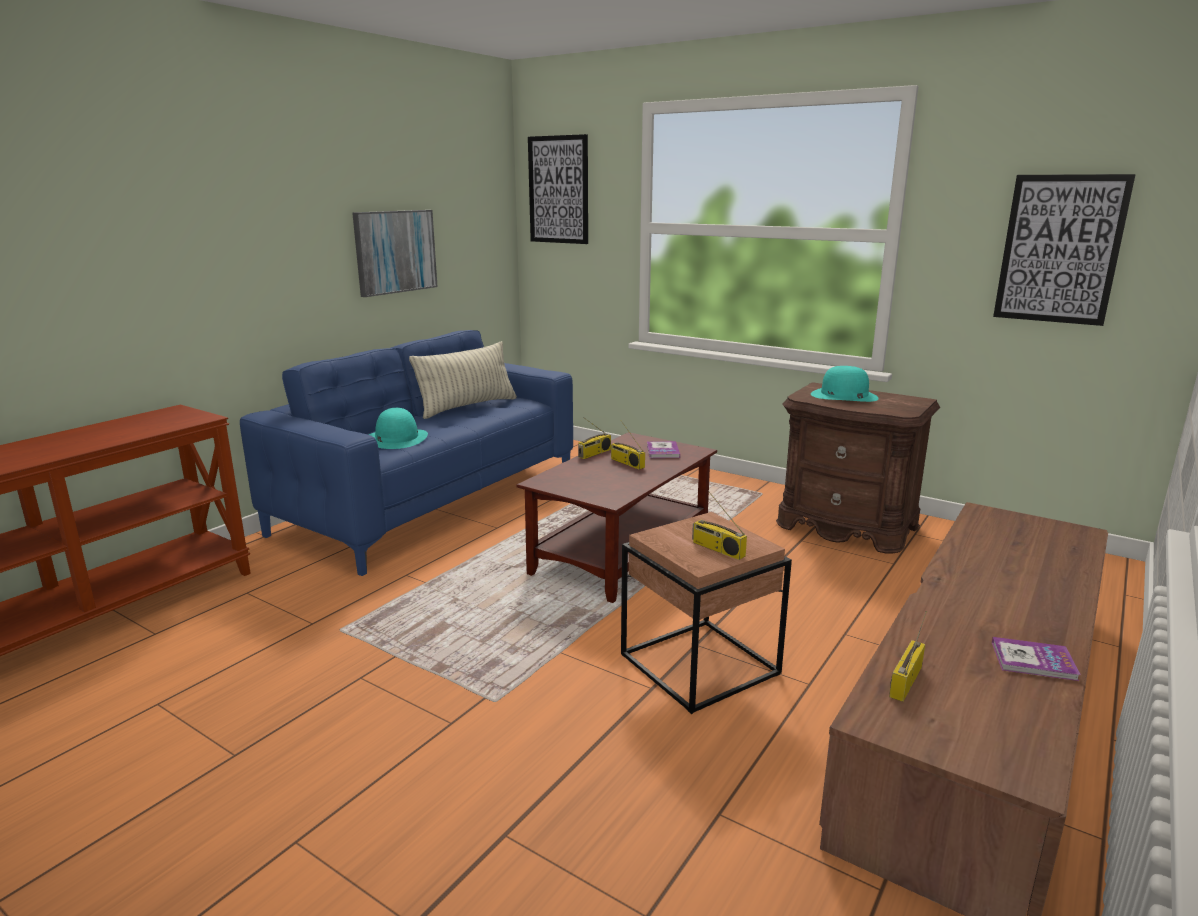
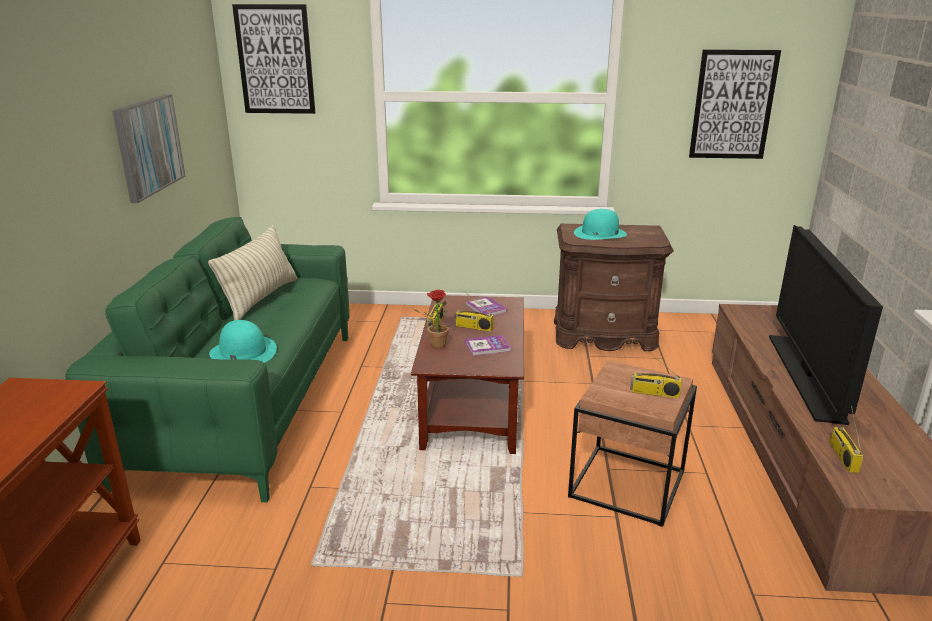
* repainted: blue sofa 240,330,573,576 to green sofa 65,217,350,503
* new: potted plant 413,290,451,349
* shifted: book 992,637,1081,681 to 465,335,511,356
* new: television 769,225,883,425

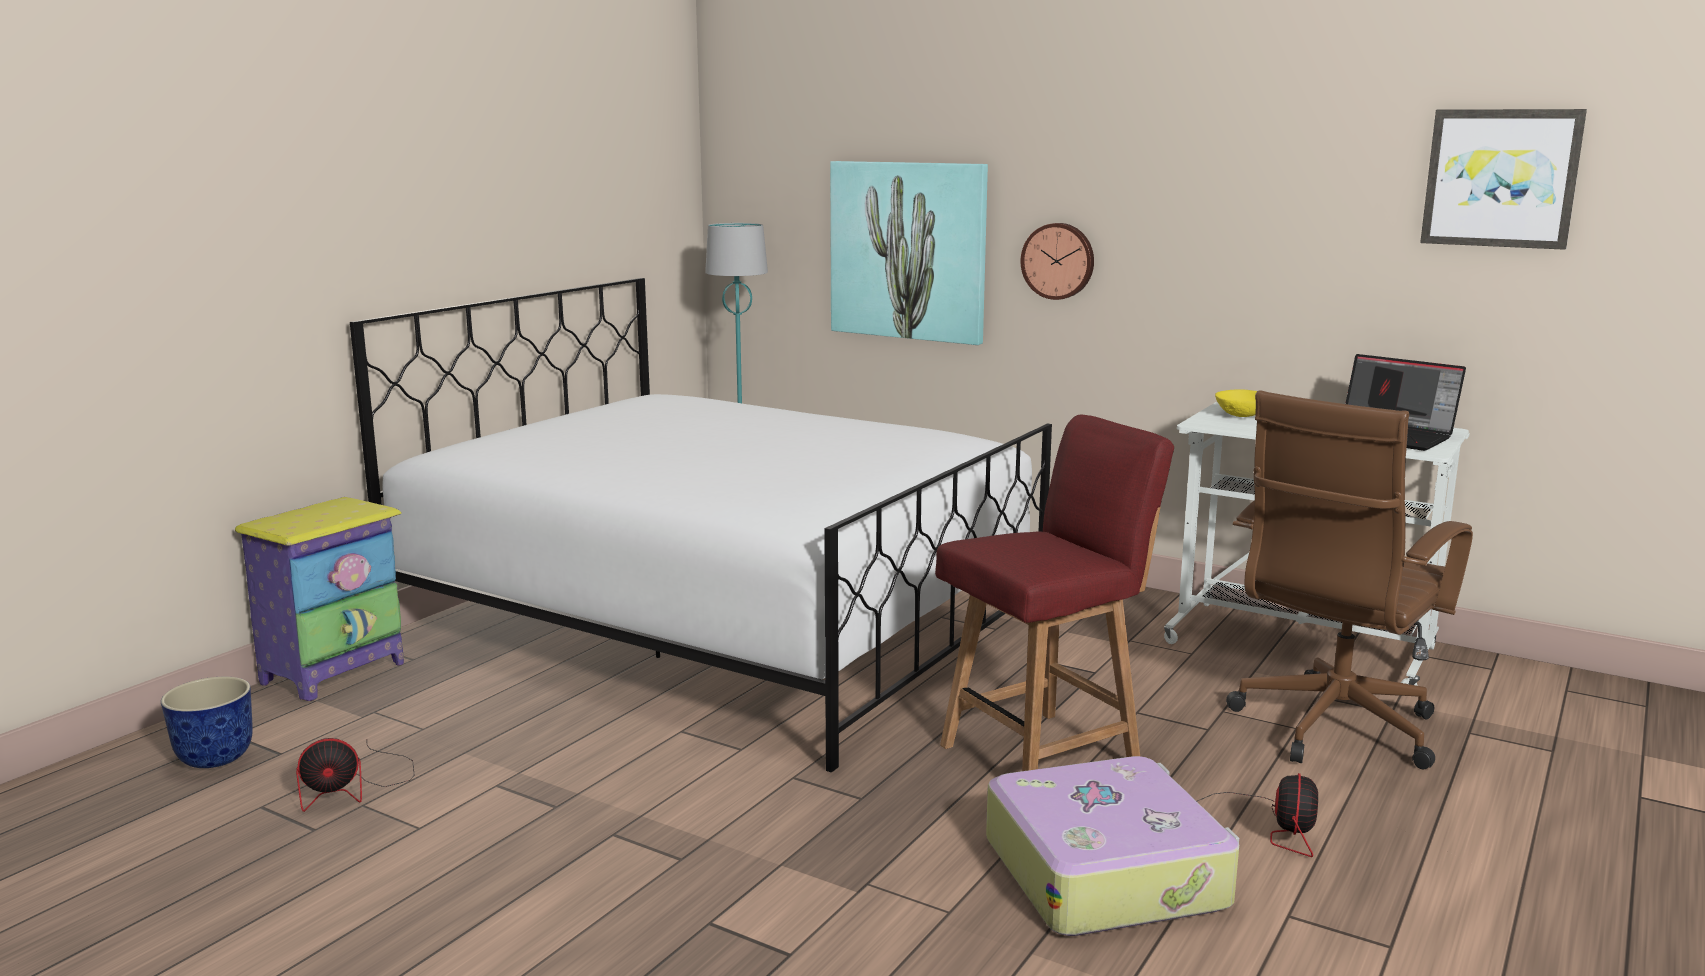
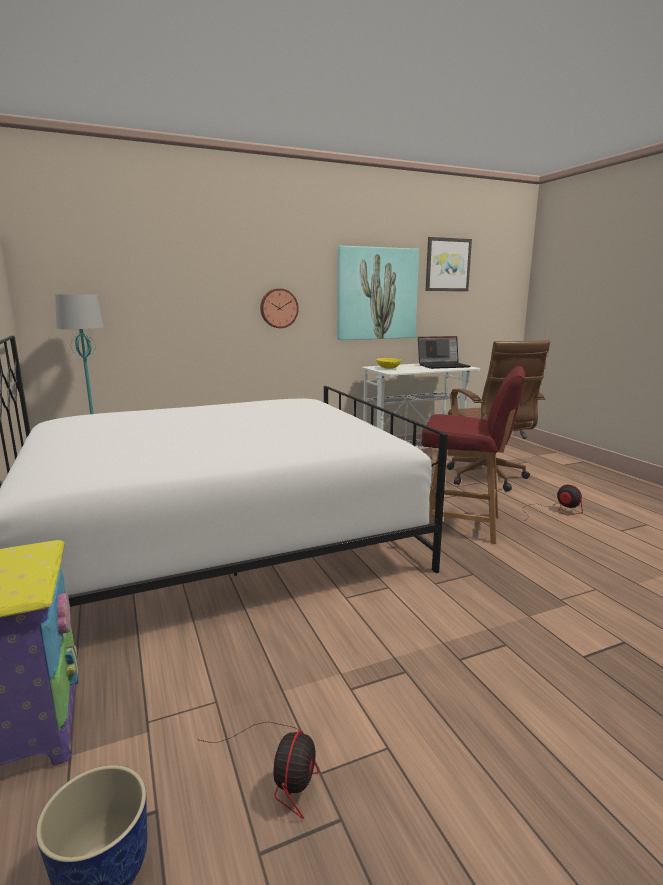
* shifted: picture 830,161,988,345 to 337,246,419,340
* rotated: red chair 935,415,1174,771 = 421,366,525,544 105 degrees clockwise
* gone: suitcase 986,756,1239,936

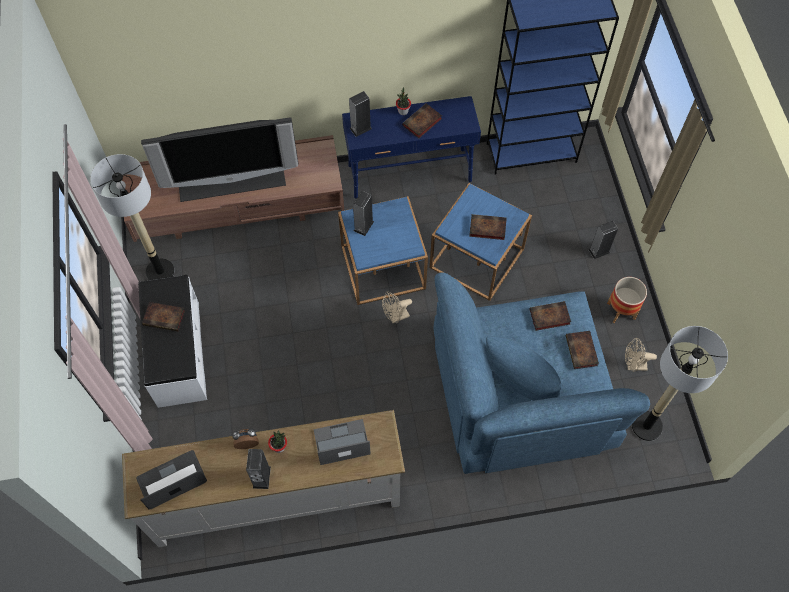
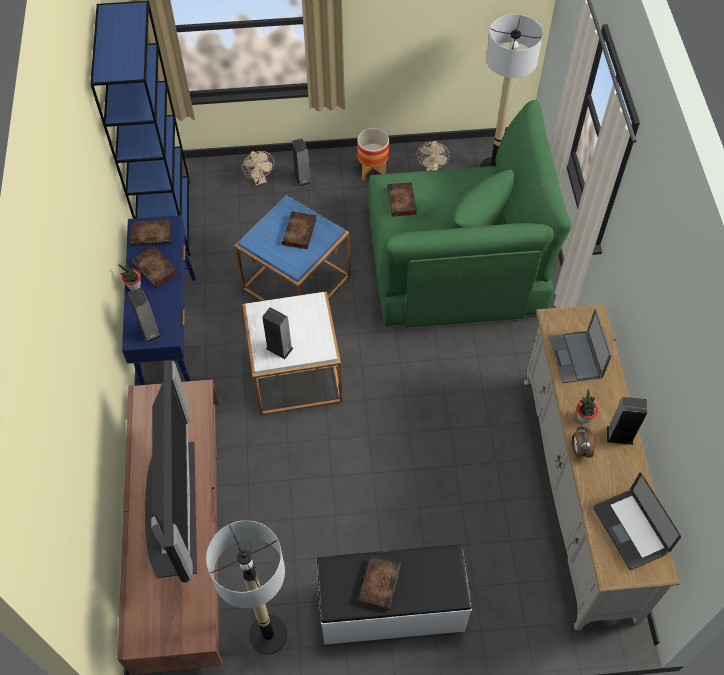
* shifted: book 566,331,599,369 to 130,220,172,246
* shifted: beige fan 382,291,412,323 to 242,151,275,185
* repainted: blue side table 338,196,428,305 to white side table 243,291,343,415
* repainted: blue sofa 434,272,650,474 to green sofa 368,100,571,328

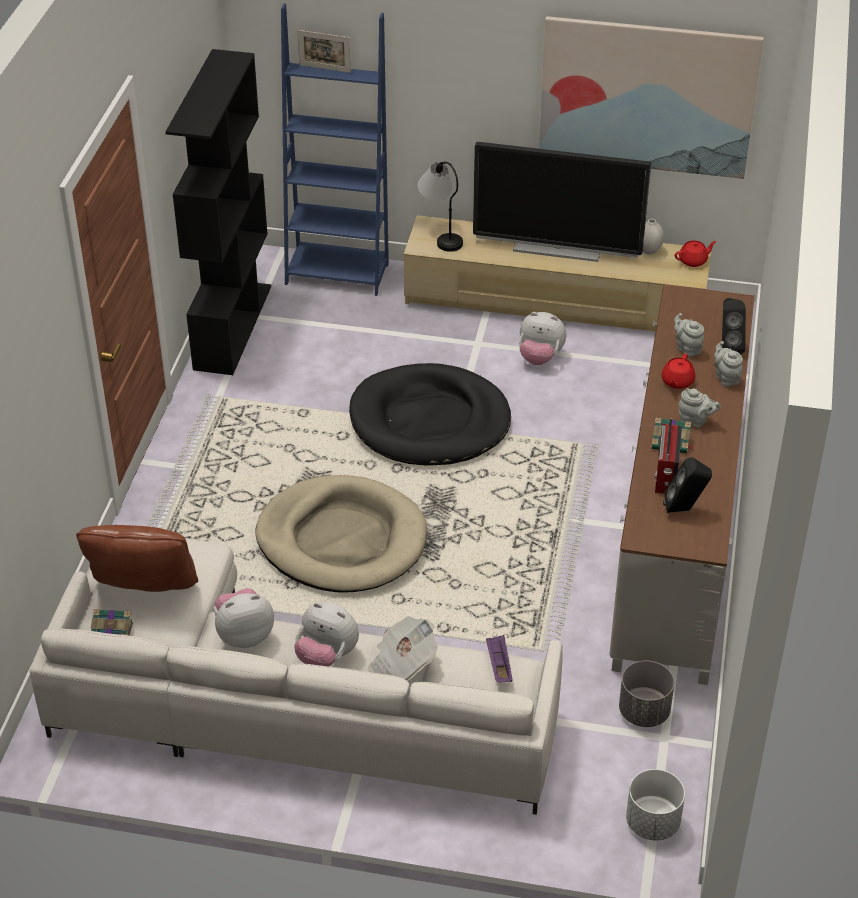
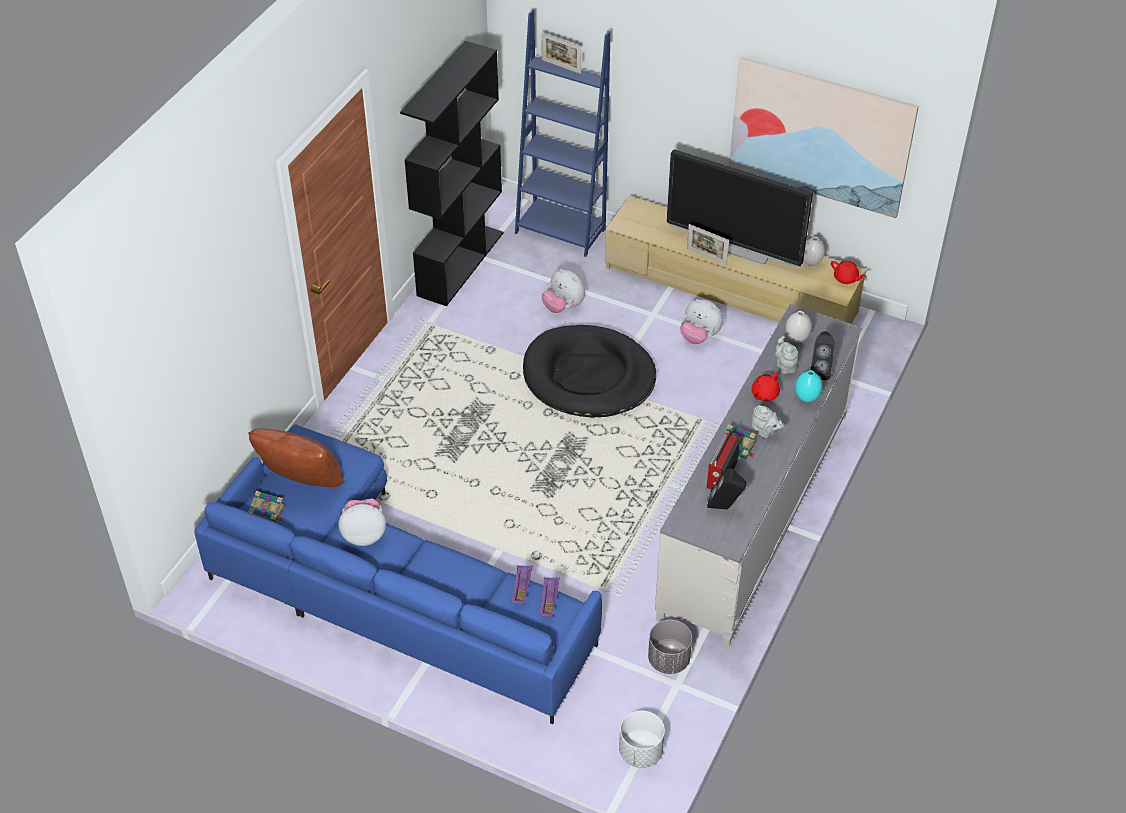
* repainted: white sofa 30,538,563,815 to blue sofa 194,424,602,724
* new: purple tray 511,565,533,605
* shifted: plush toy 294,602,359,667 to 542,269,585,313
* repainted: brown cabinet 609,284,755,685 to grey cabinet 655,304,863,649
* new: picture frame 687,224,729,265
* new: white vase 786,311,812,342
* swapped: grey teapot 714,341,743,386 to turquoise vase 795,370,822,402
* rotated: red teapot 675,241,717,267 = 831,261,866,284 45 degrees clockwise
* gone: beige dog bed 256,475,427,593
* gone: newspaper 368,616,437,681
* gone: table lamp 417,161,463,252

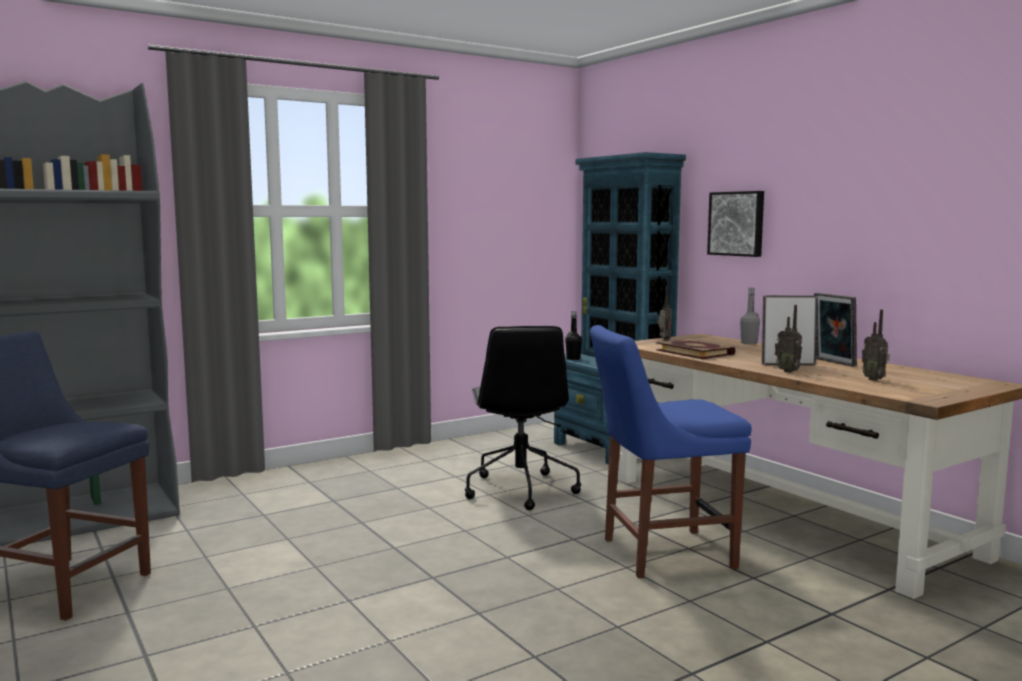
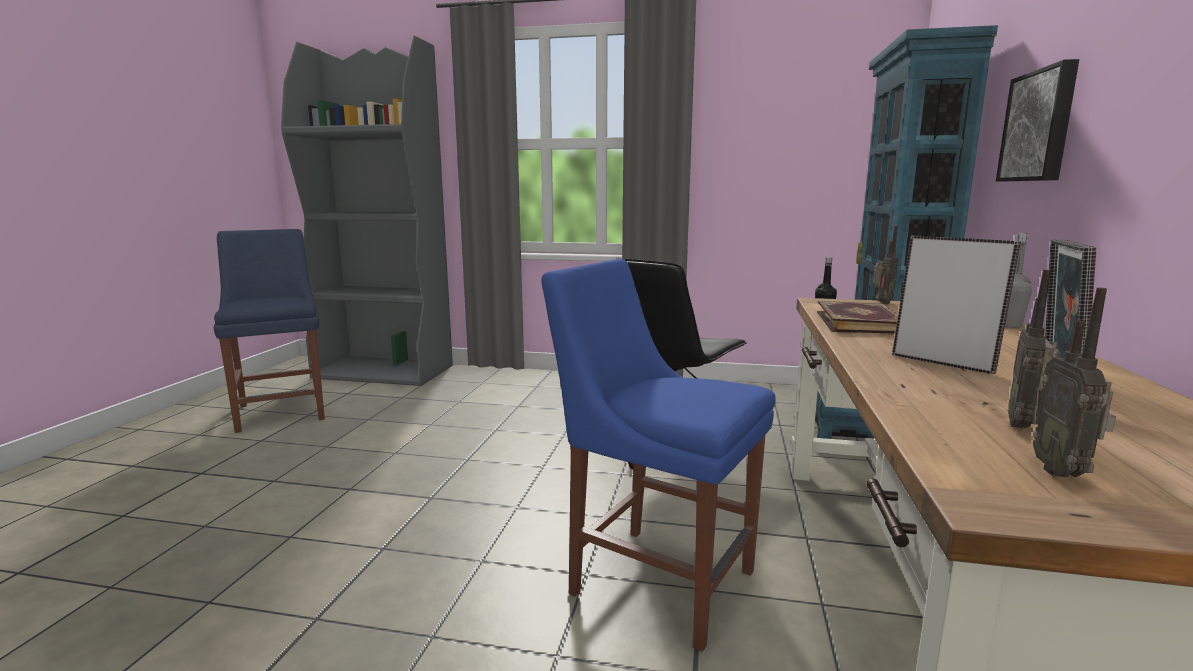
* shifted: radio 775,305,802,373 to 1033,287,1116,477

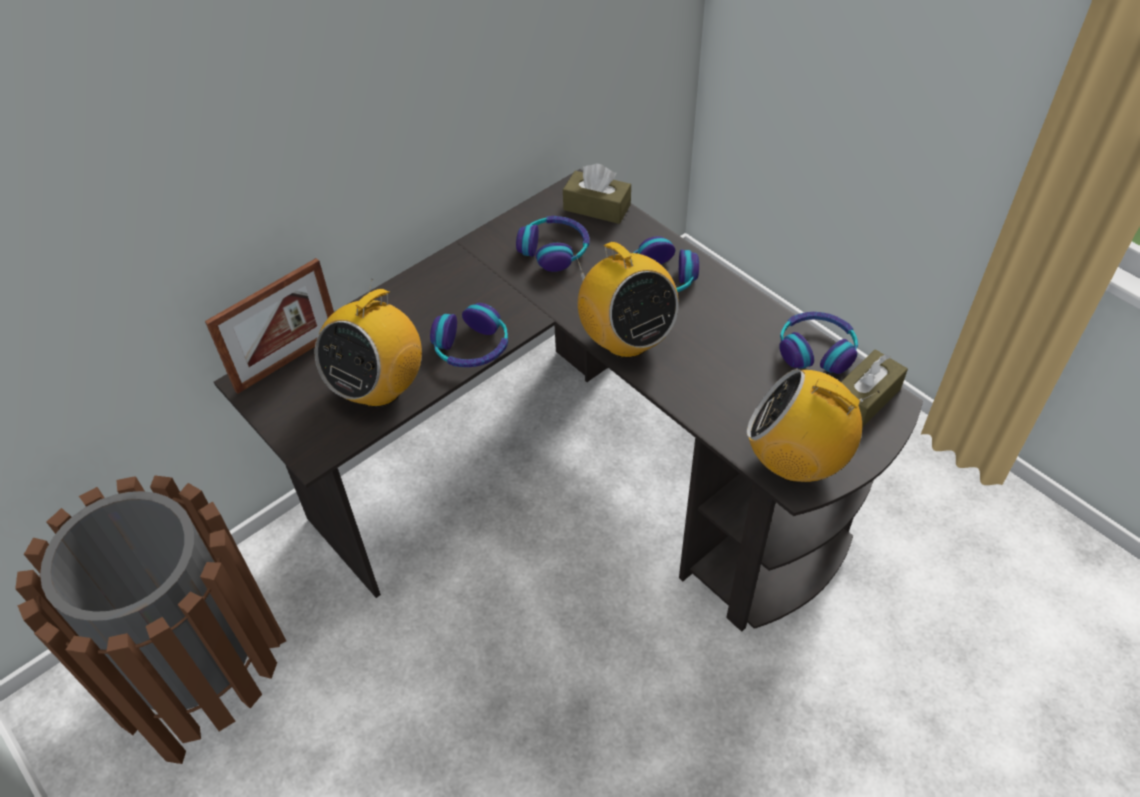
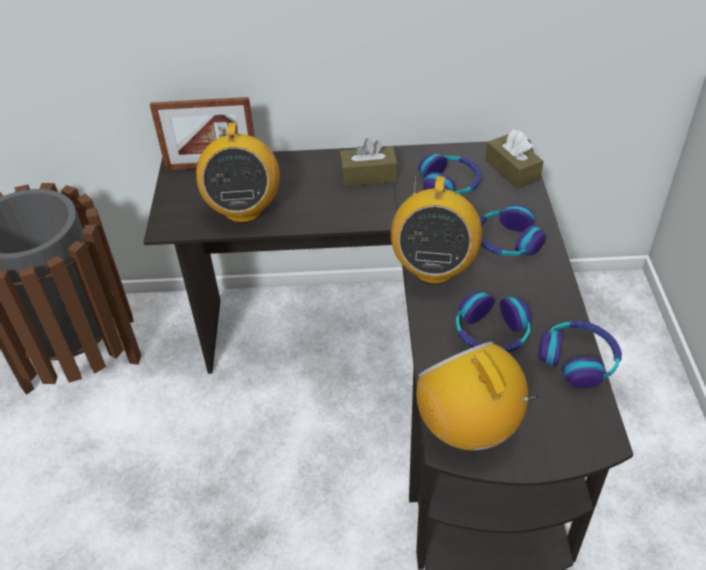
* rotated: radio 314,279,422,407 = 196,122,280,223 75 degrees counterclockwise
* shifted: brown tissue box 841,349,908,428 to 340,138,398,187
* shifted: headphones 430,303,508,367 to 456,291,532,352

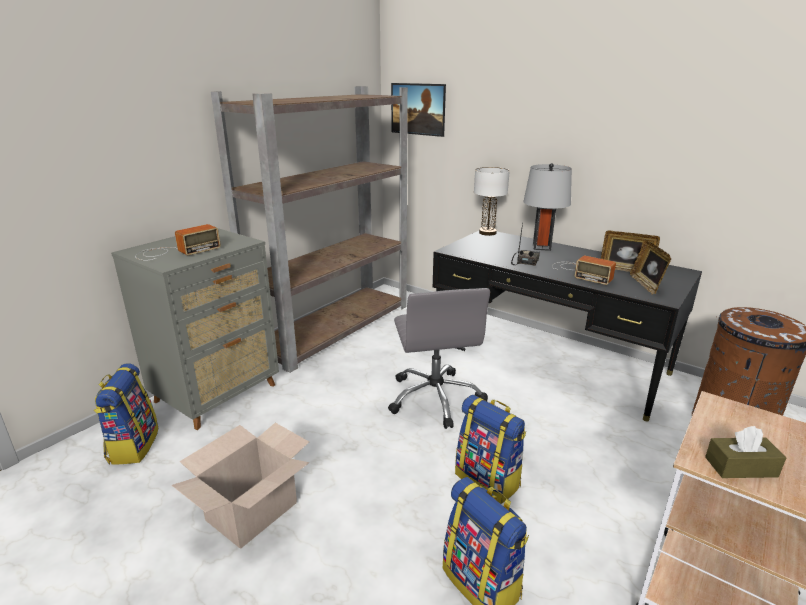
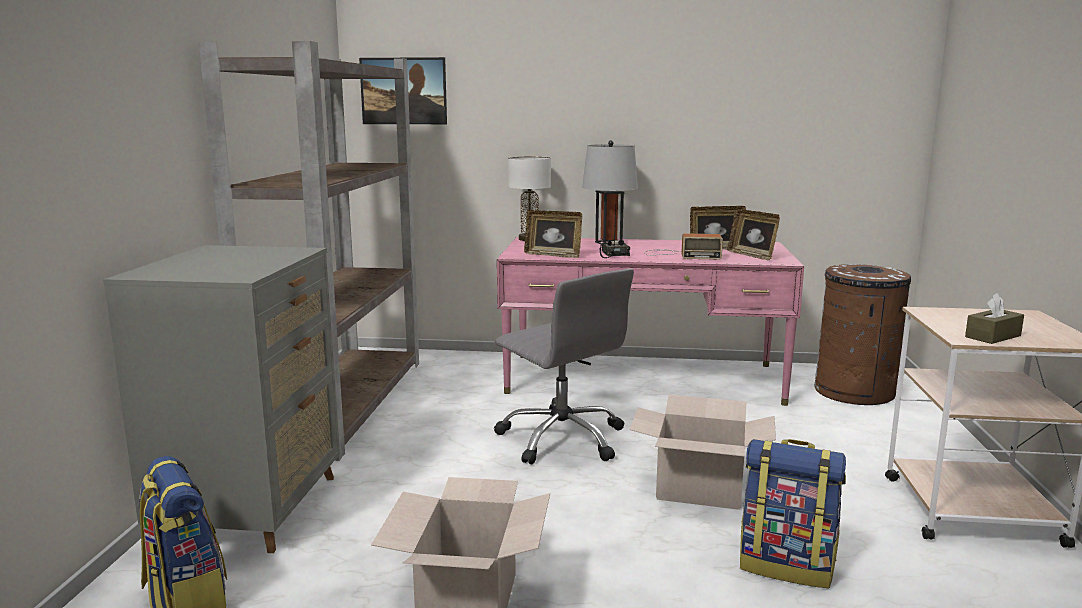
* repainted: black desk 433,231,702,421 to pink desk 497,237,804,406
* new: picture frame 524,210,582,258
* swapped: backpack 455,395,526,504 to cardboard box 629,395,776,510
* gone: radio 135,224,221,261

